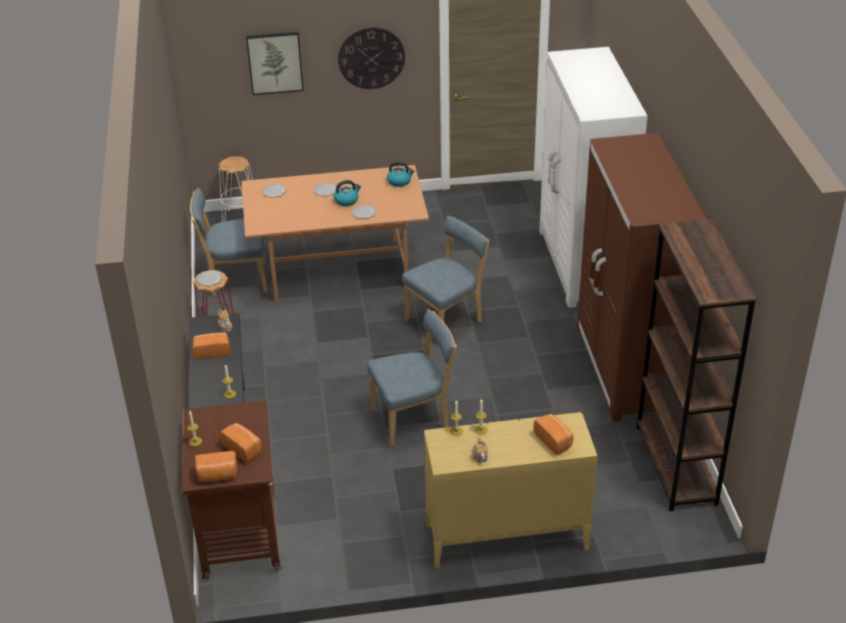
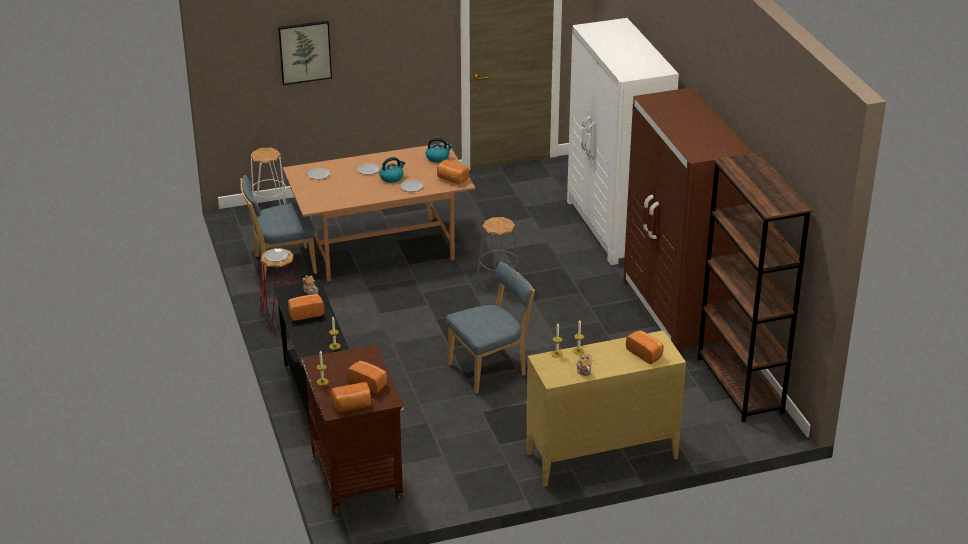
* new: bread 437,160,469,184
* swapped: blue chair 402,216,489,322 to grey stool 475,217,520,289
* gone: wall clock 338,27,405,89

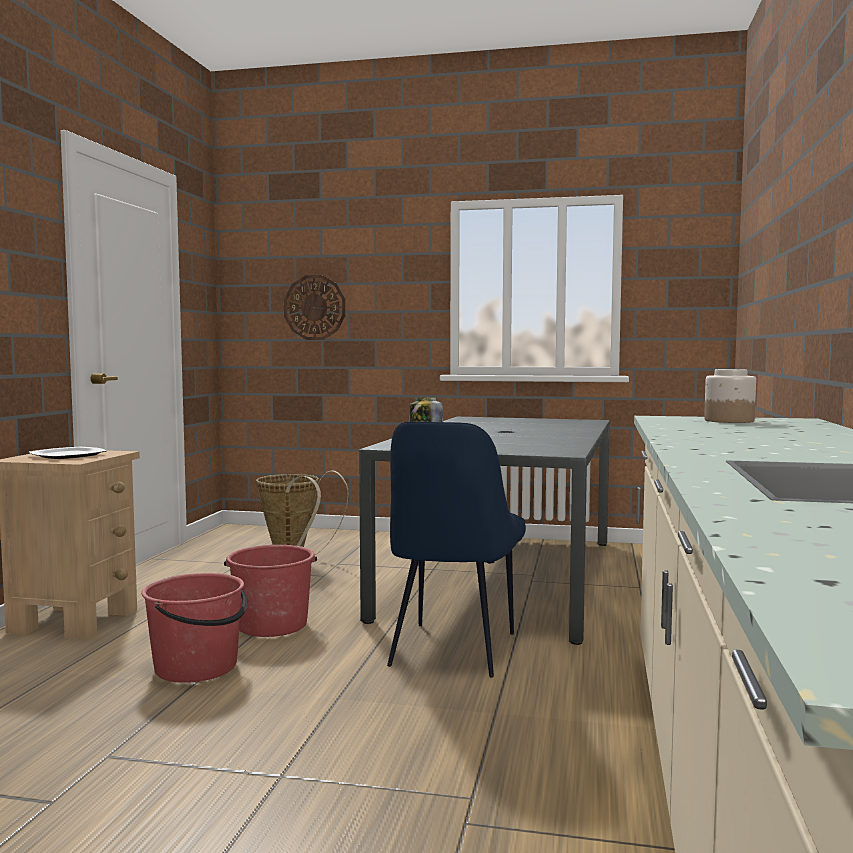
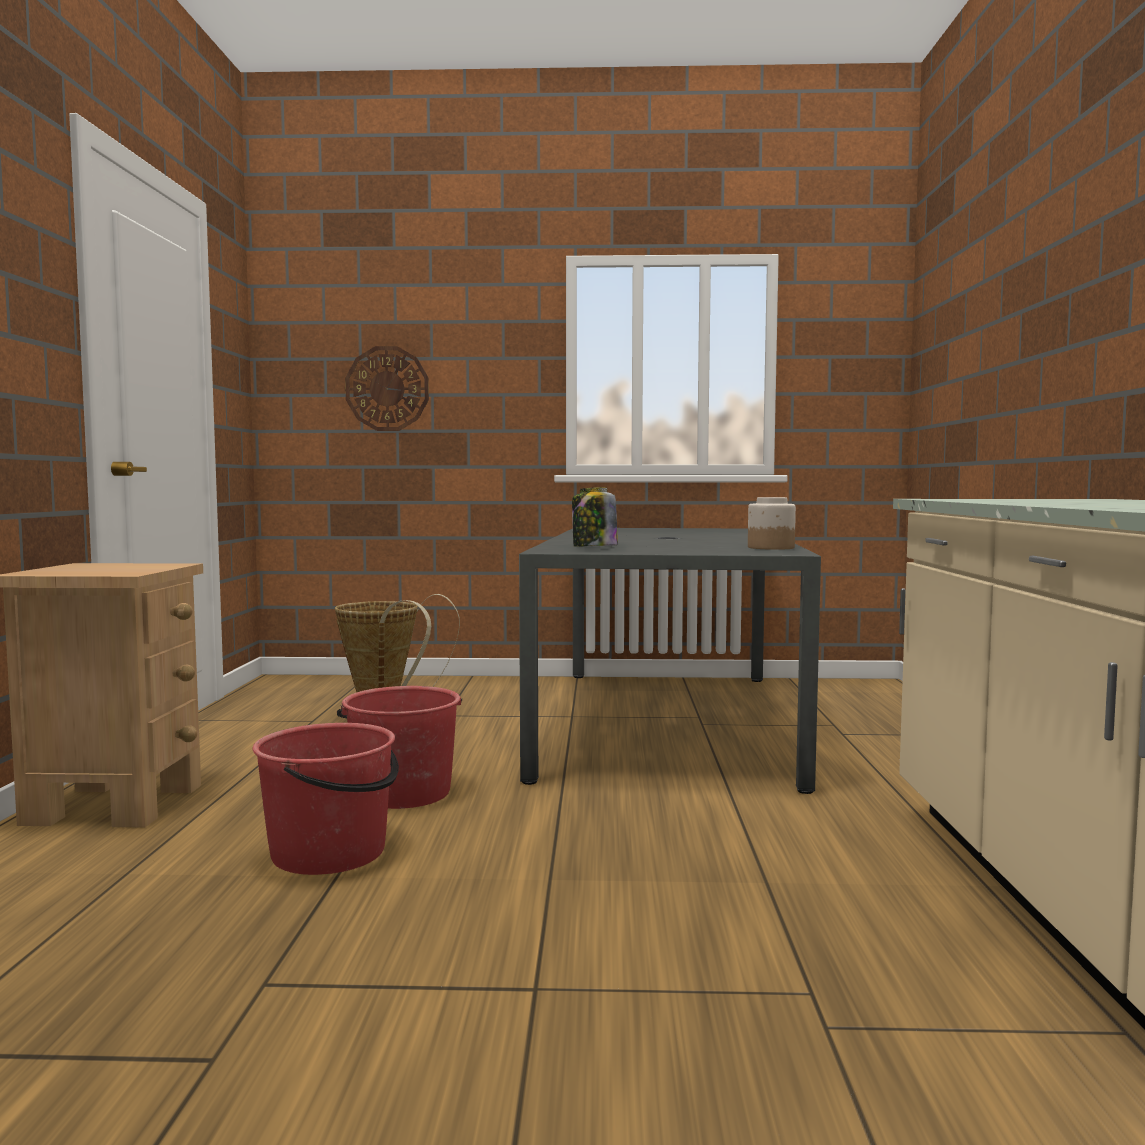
* shifted: jar 704,369,756,423 to 748,497,796,550
* gone: plate 29,447,106,459
* gone: blue chair 387,421,526,678

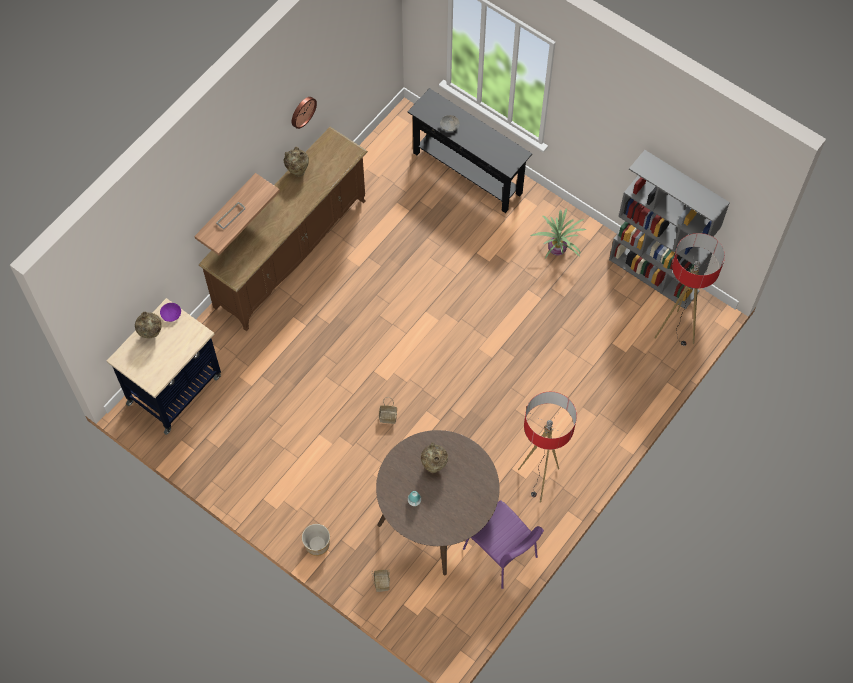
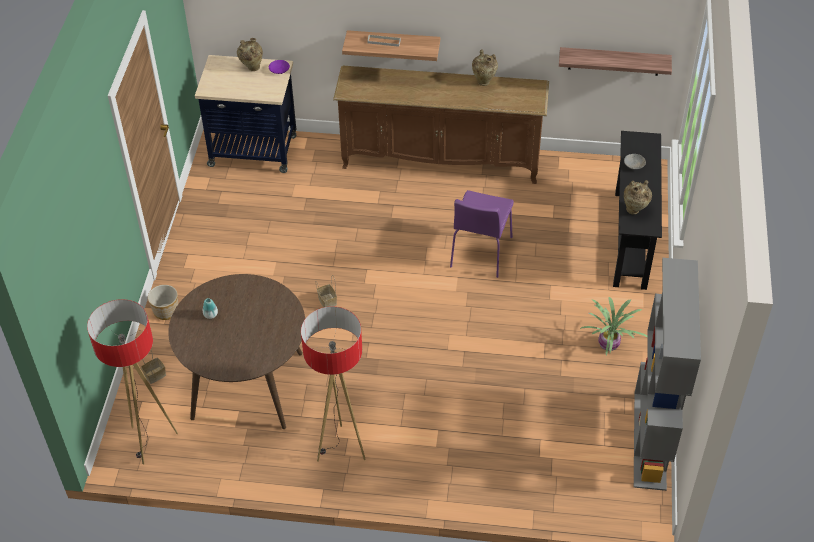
* shifted: floor lamp 654,233,725,346 to 87,299,178,464
* shifted: purple chair 463,500,544,589 to 450,190,514,278
* new: shelf 559,47,672,76
* shifted: beige vase 421,442,448,473 to 624,180,652,214
* gone: wall clock 292,97,317,129

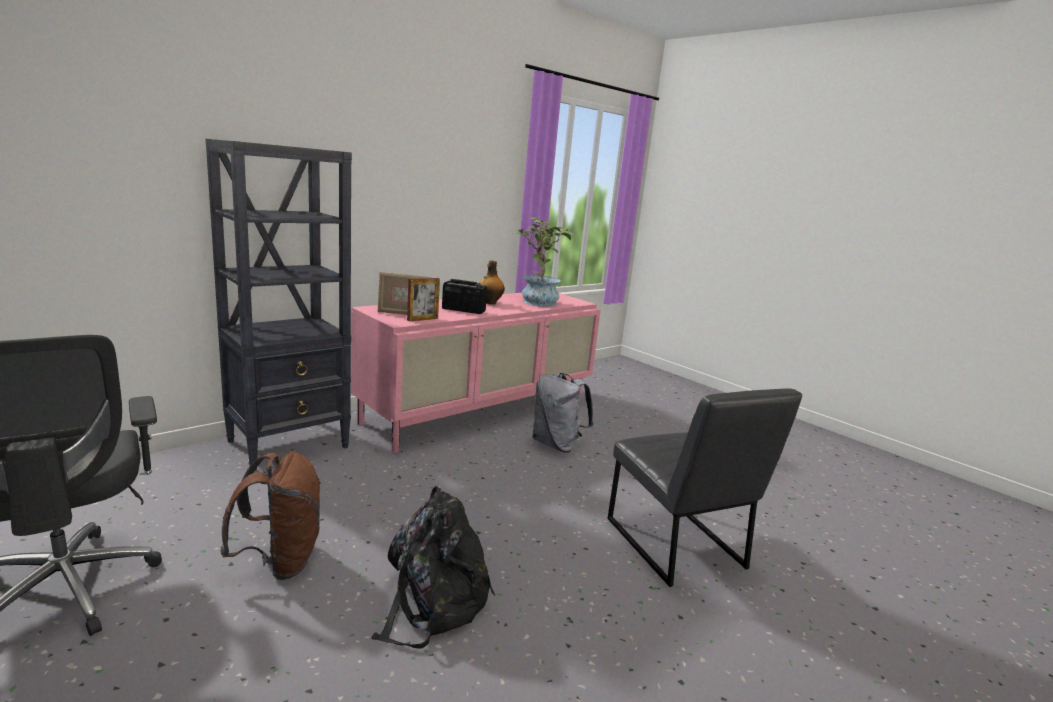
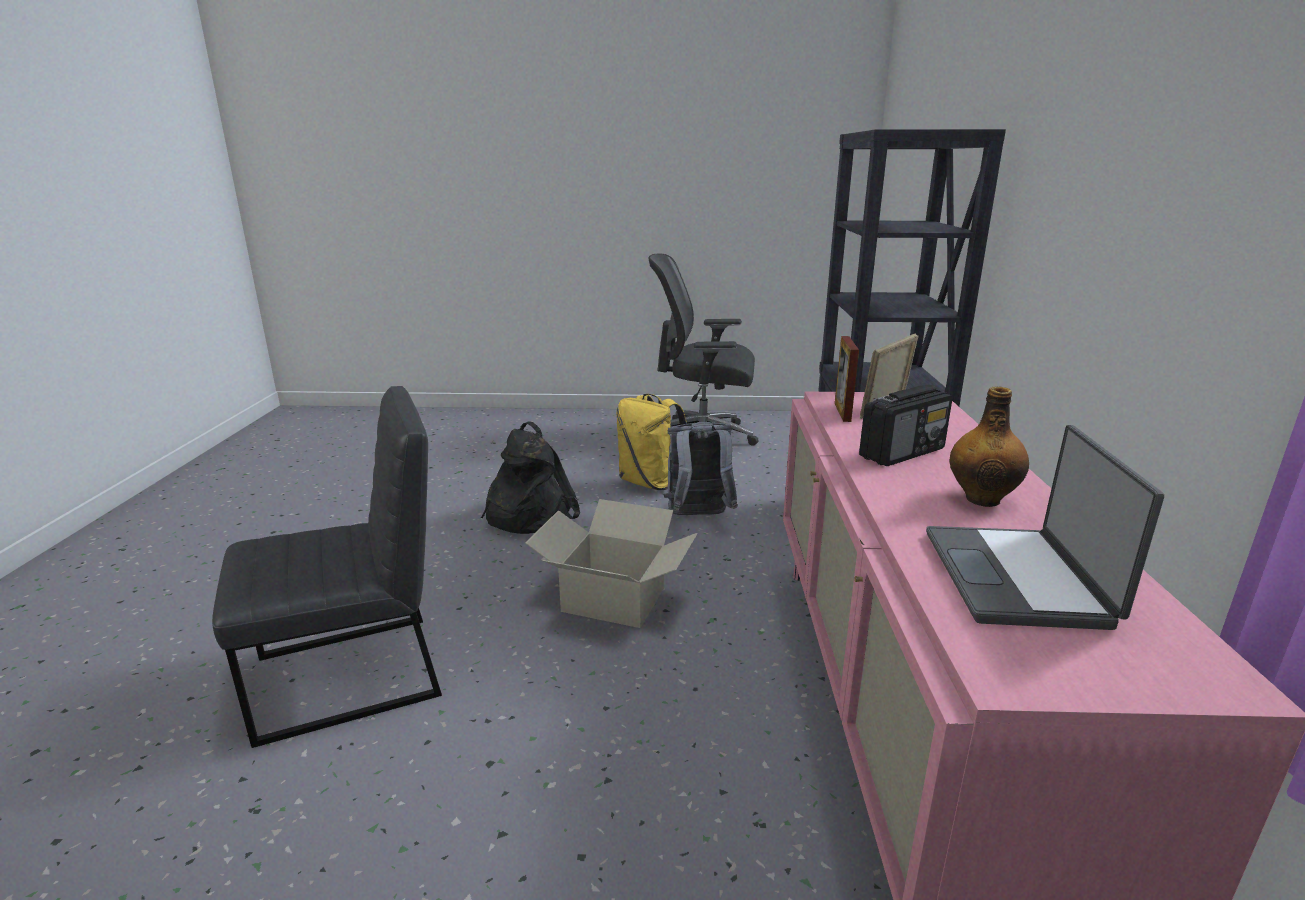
* rotated: grey chair 607,388,802,587 = 212,386,442,748 135 degrees clockwise
* new: cardboard box 525,499,698,628
* repainted: brown backpack 220,452,321,580 to yellow backpack 616,394,687,490
* shifted: grey backpack 532,373,594,453 to 663,422,738,515
* swapped: potted plant 513,217,573,307 to laptop 926,425,1164,630

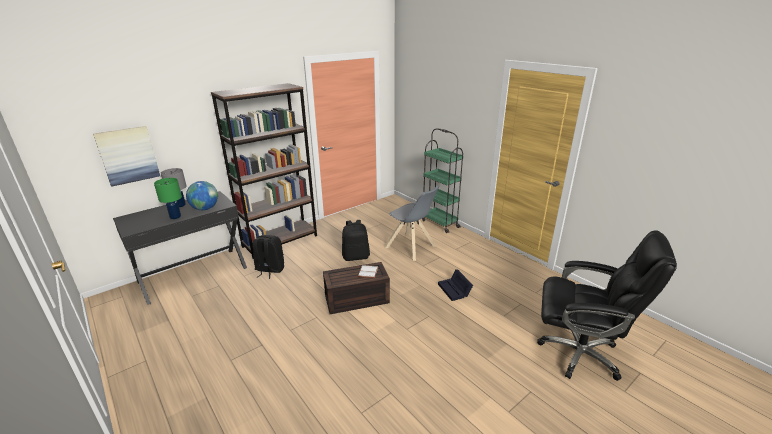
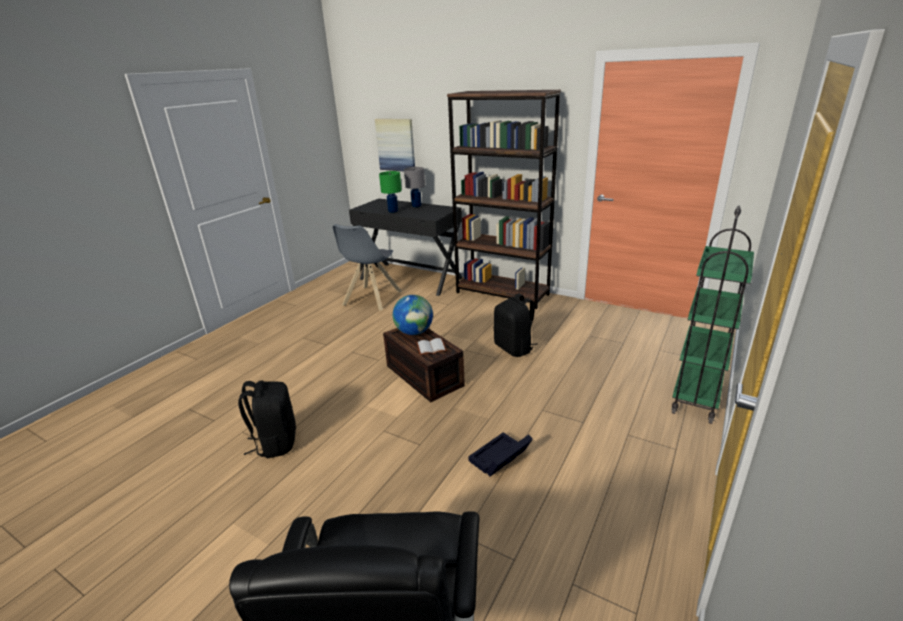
* shifted: black backpack 252,235,284,279 to 238,381,296,458
* shifted: grey chair 385,185,439,261 to 333,224,402,311
* shifted: globe 186,181,218,210 to 393,295,433,335

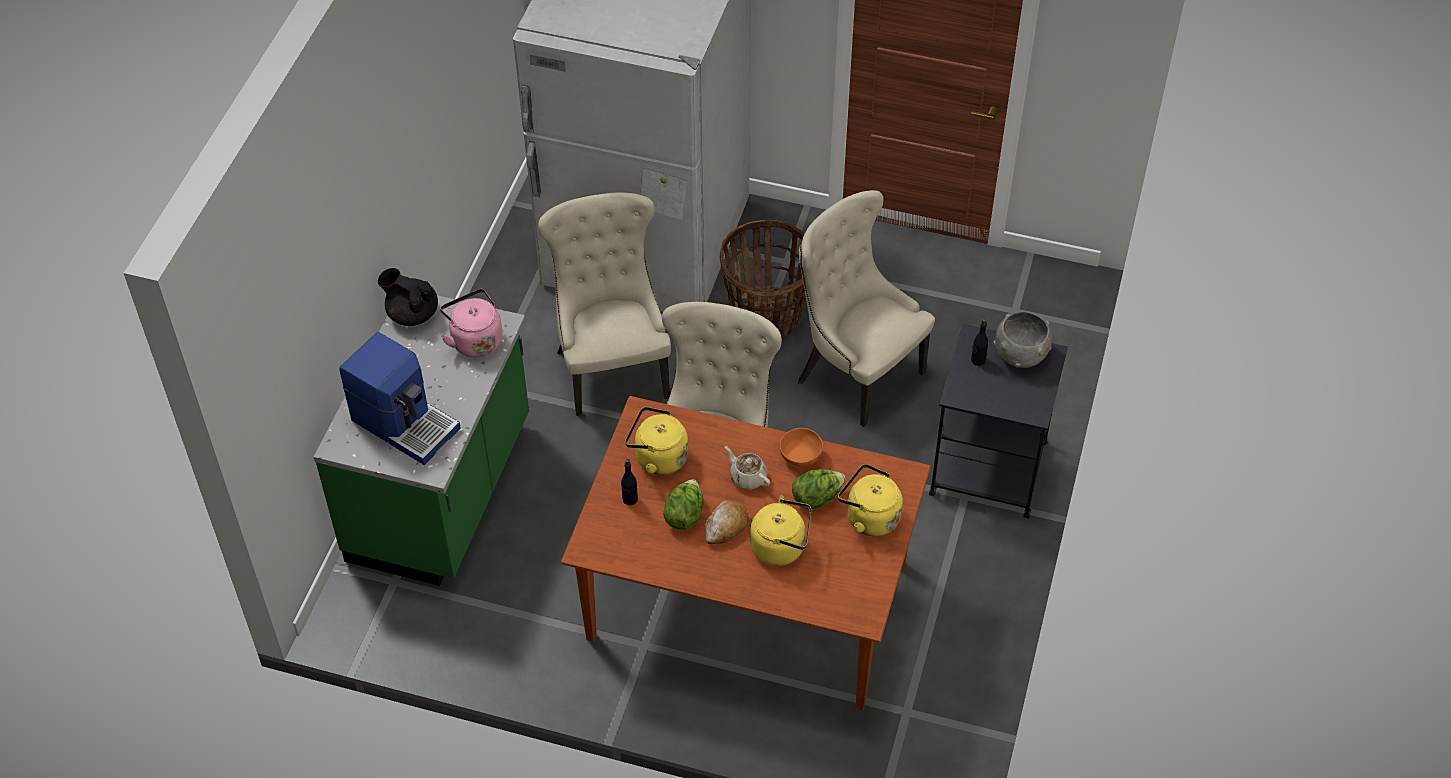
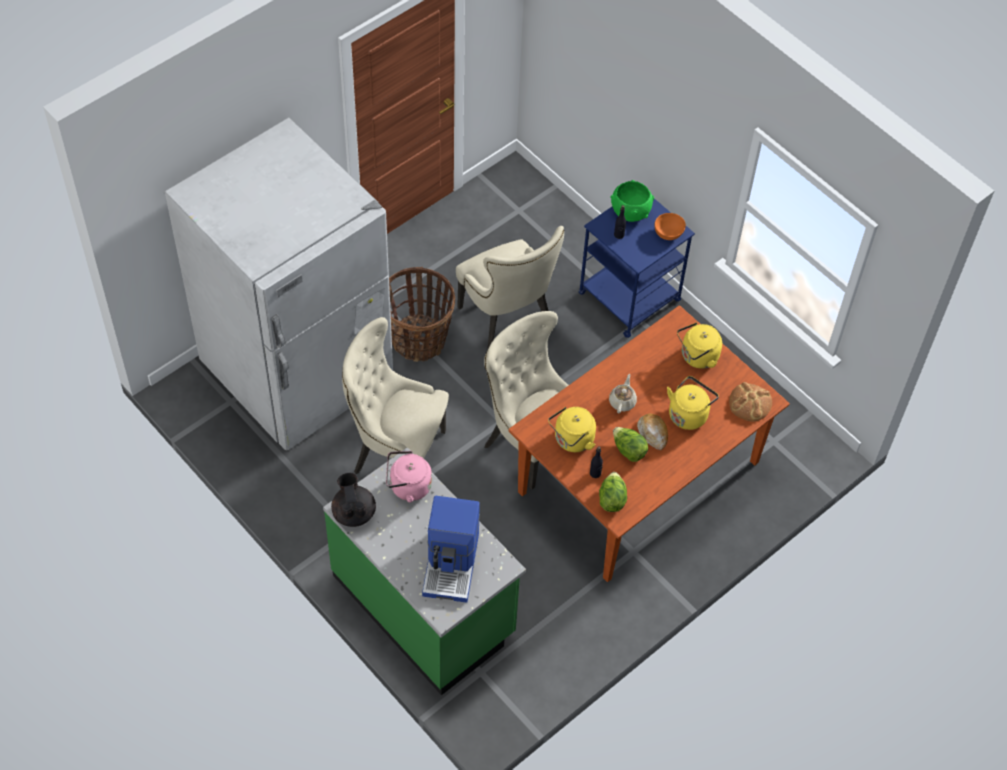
* rotated: black teapot 378,268,438,326 = 331,473,376,527 105 degrees clockwise
* rotated: coffee machine 339,332,461,465 = 422,496,480,603 120 degrees clockwise
* rotated: beige chair 798,190,935,427 = 456,226,564,350 105 degrees counterclockwise
* repainted: black cart 929,324,1068,518 to blue cart 578,198,695,338
* shifted: lettuce 792,469,846,509 to 599,472,627,512
* rotated: beige teapot 725,446,770,490 = 609,374,637,414 120 degrees clockwise
* repainted: grey bowl 994,311,1052,368 to green bowl 610,180,654,222
* shifted: orange bowl 779,428,823,467 to 655,213,686,240
* new: bread 729,382,772,422

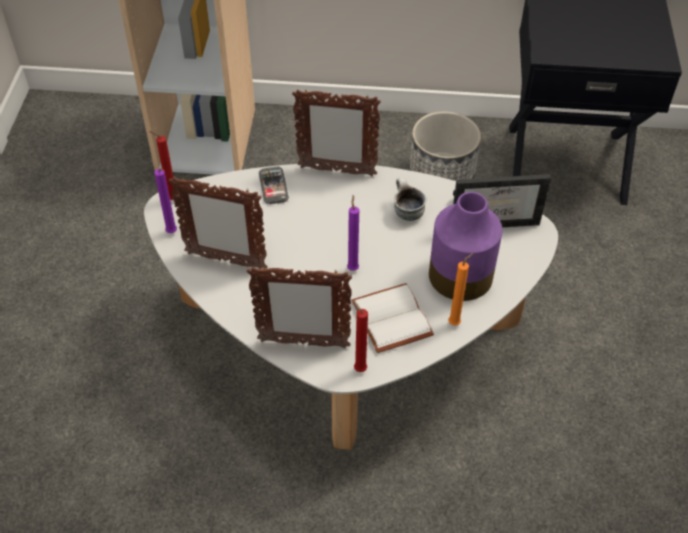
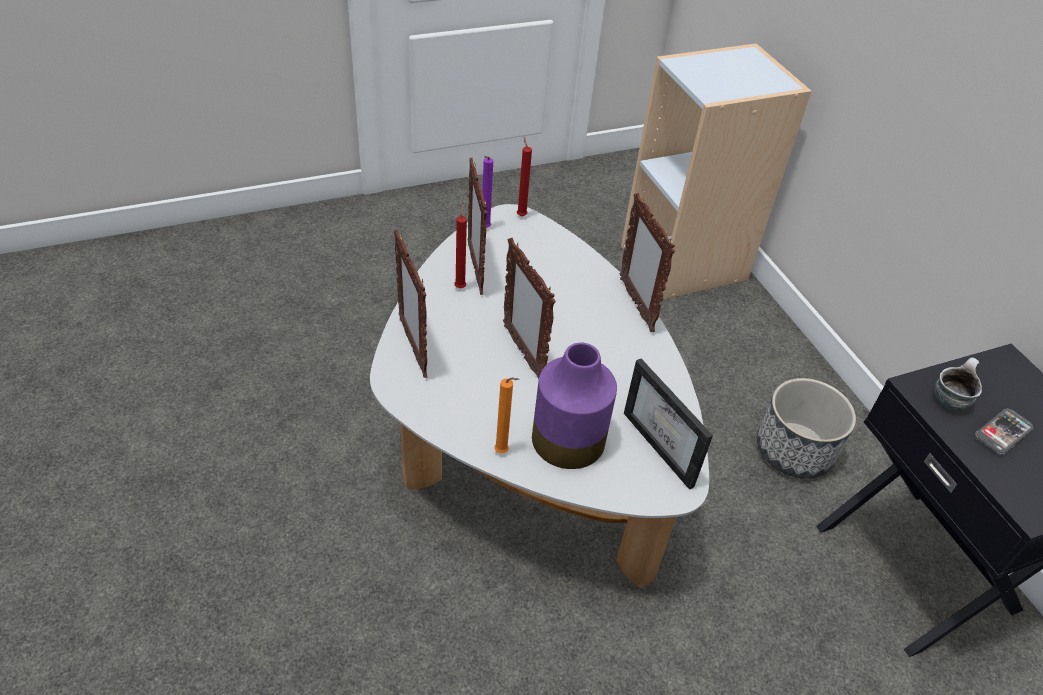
* shifted: red candle 352,301,368,372 to 454,204,467,288
* swapped: purple candle 347,195,359,271 to picture frame 503,238,556,379
* shifted: mug 394,177,427,221 to 935,358,982,410
* shifted: phone 259,167,289,204 to 975,409,1033,455
* gone: white book 351,283,434,353

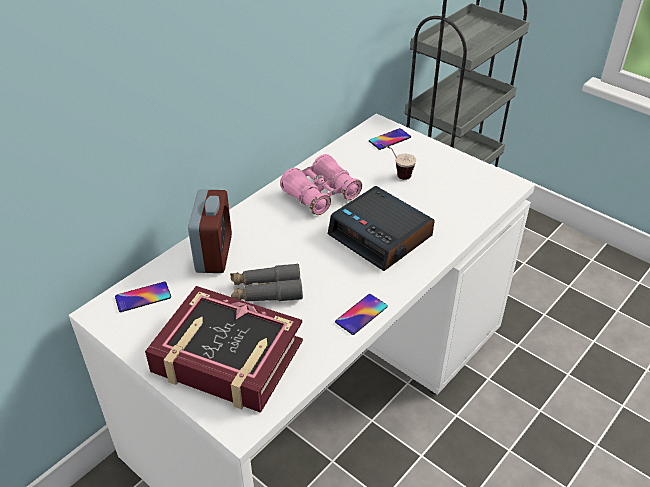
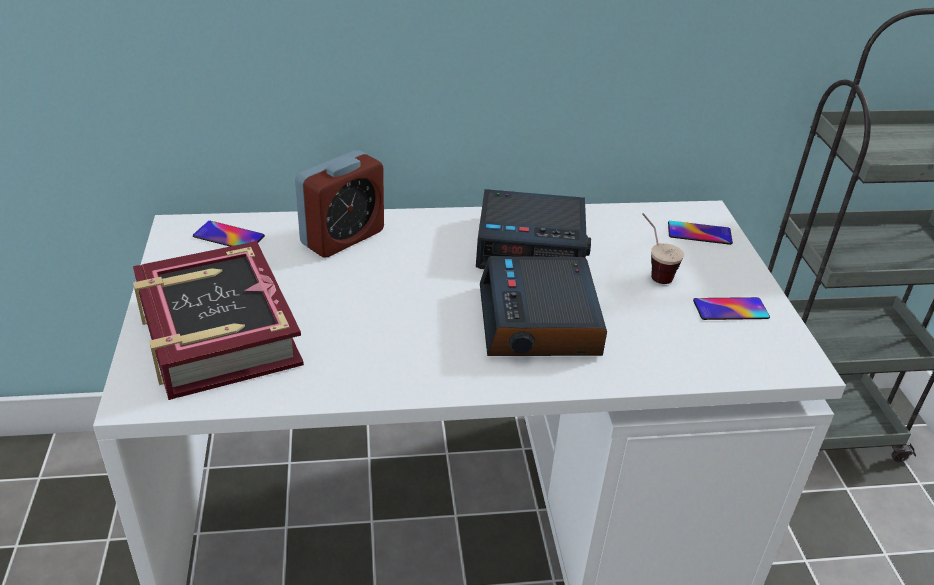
* swapped: pink binoculars 280,154,362,215 to alarm clock 476,189,591,269
* shifted: phone 335,294,388,335 to 693,297,770,320
* gone: grey binoculars 230,263,303,302

